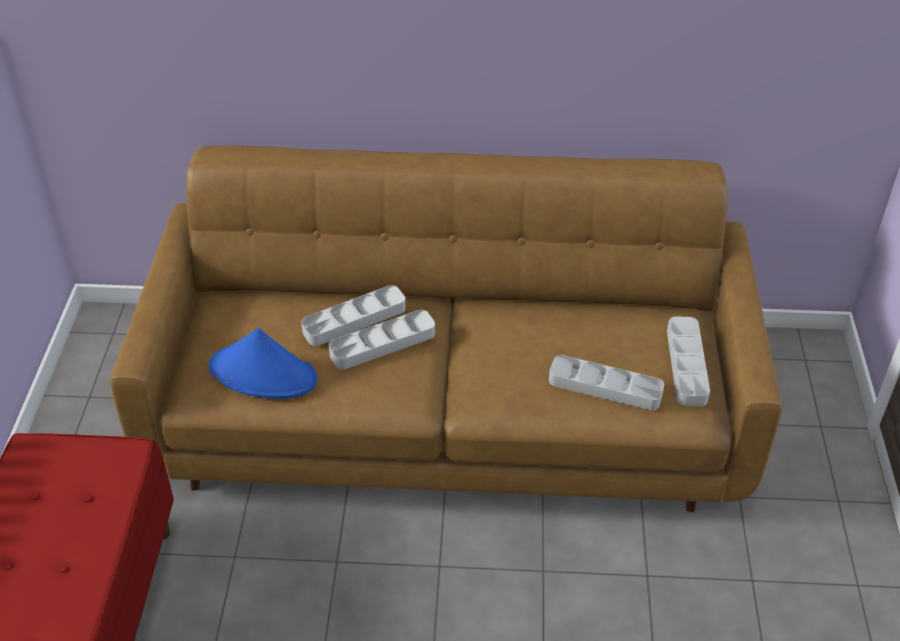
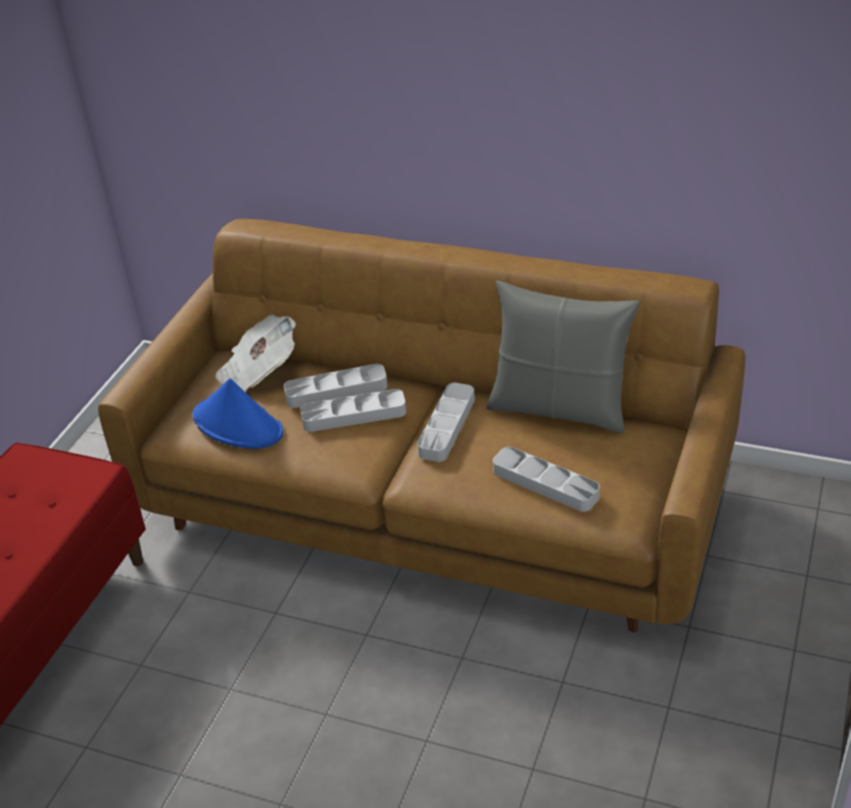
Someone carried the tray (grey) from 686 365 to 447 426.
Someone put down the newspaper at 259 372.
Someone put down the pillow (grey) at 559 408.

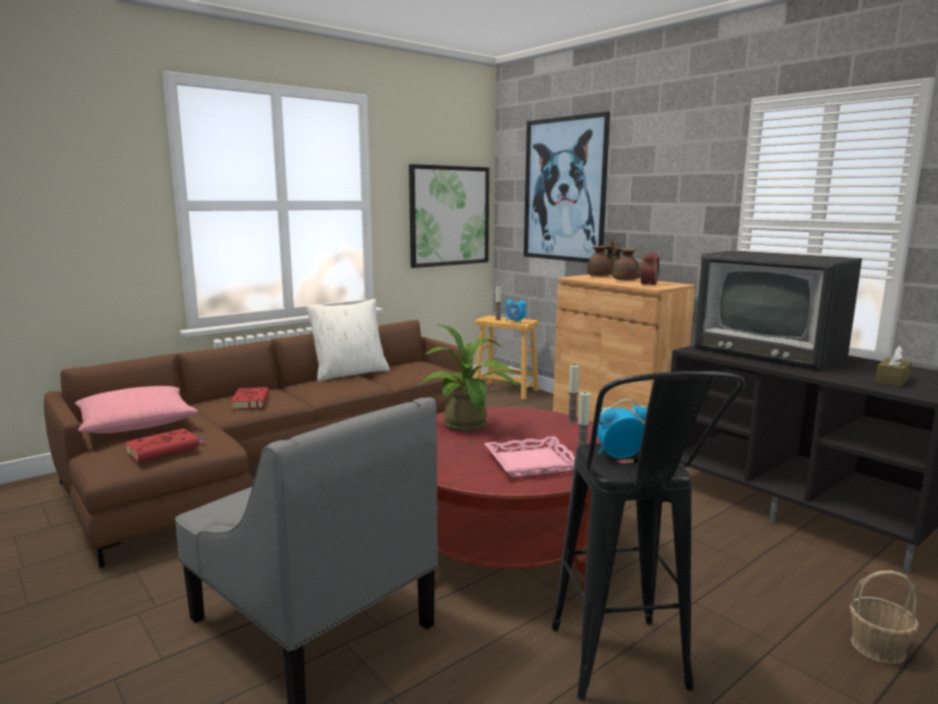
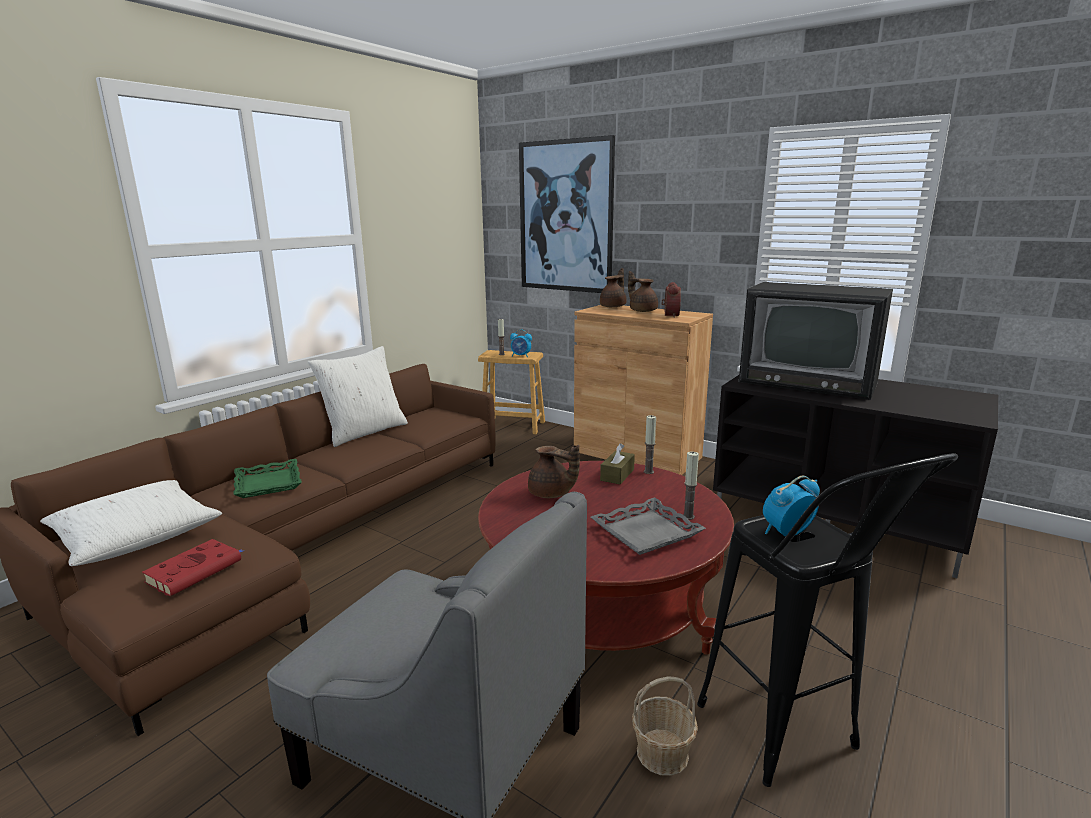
Someone repainted the pillow (pink) at 136 424, which became the pillow (white) at 136 536.
Someone swapped the book (red) at 250 401 for the tray (green) at 267 483.
Someone took away the picture at 449 216.
Someone swapped the potted plant at 468 427 for the teapot (brown) at 551 494.
Someone repainted the tray (pink) at 532 462, which became the tray (grey) at 646 532.
Someone carried the basket from 878 647 to 663 753.
Someone carried the tissue box (brown) from 892 380 to 617 475.

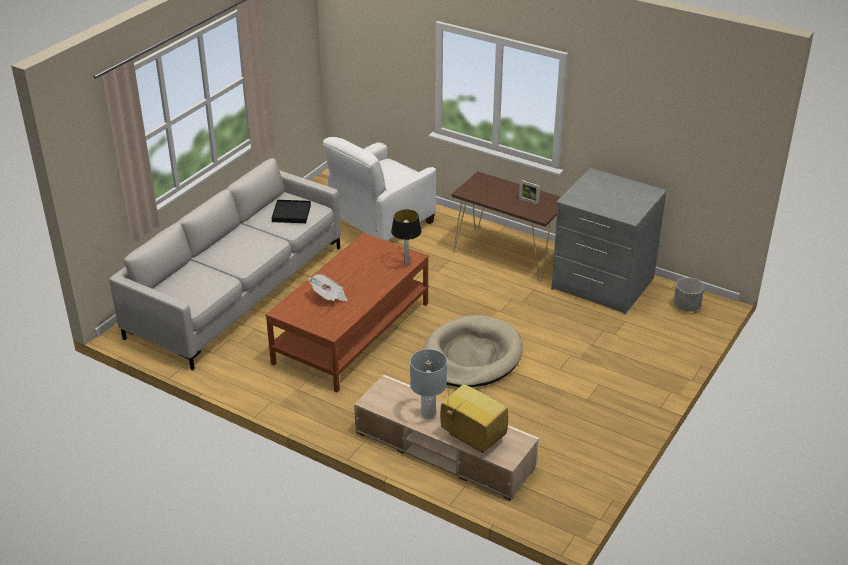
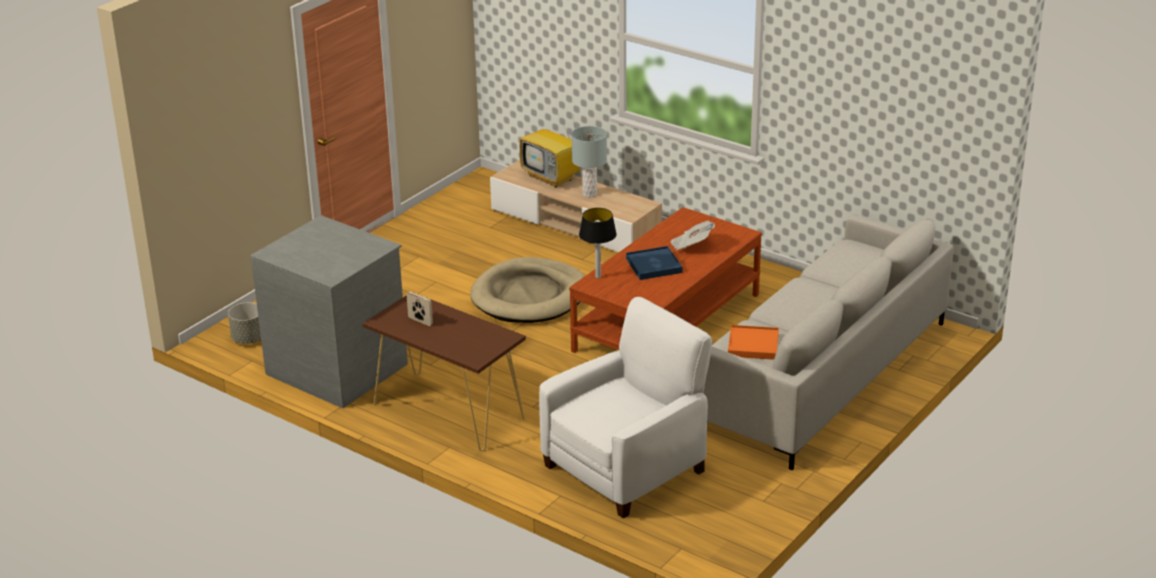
Someone repainted the tray (black) at 291 213, which became the tray (orange) at 753 345.
Someone put down the tray (blue) at 653 266.

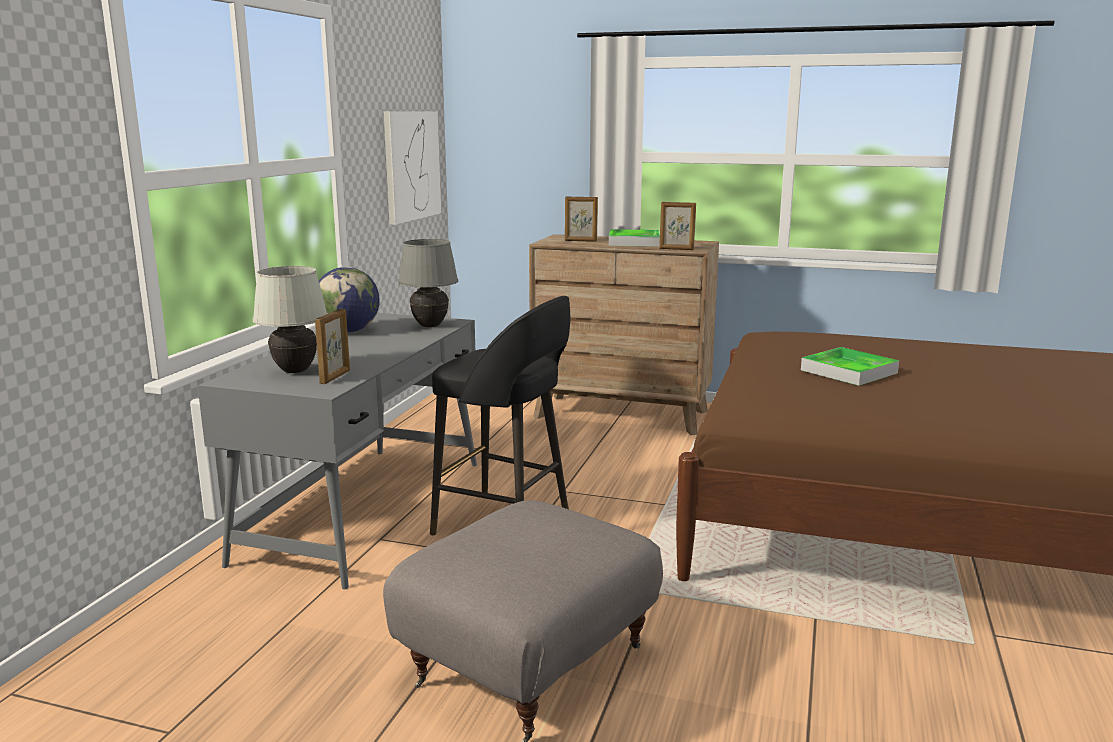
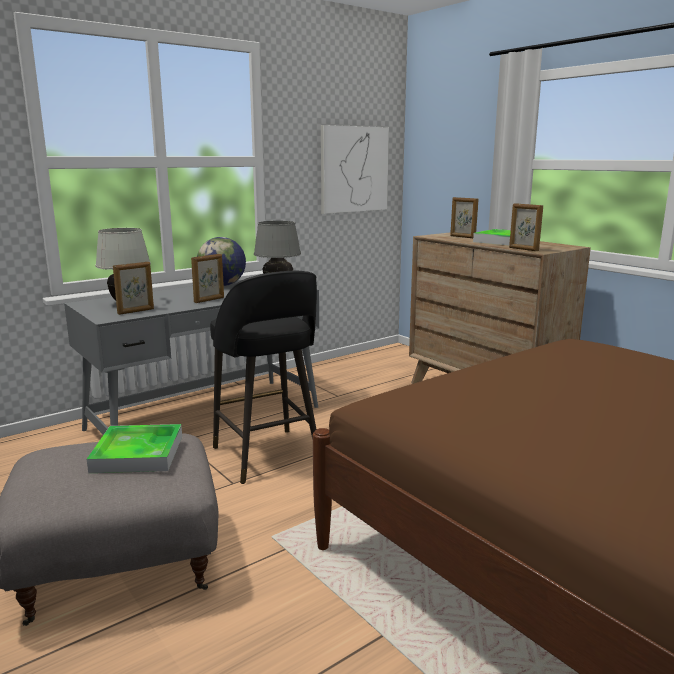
Someone carried the tray from 849 371 to 138 454.
Someone put down the picture frame at 209 300.

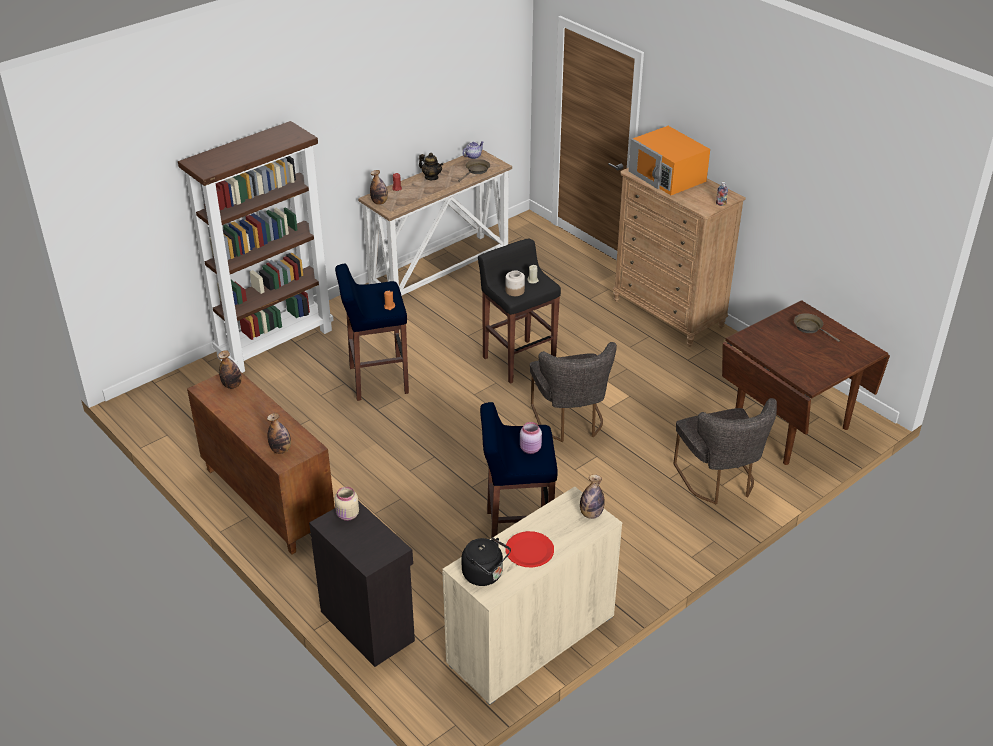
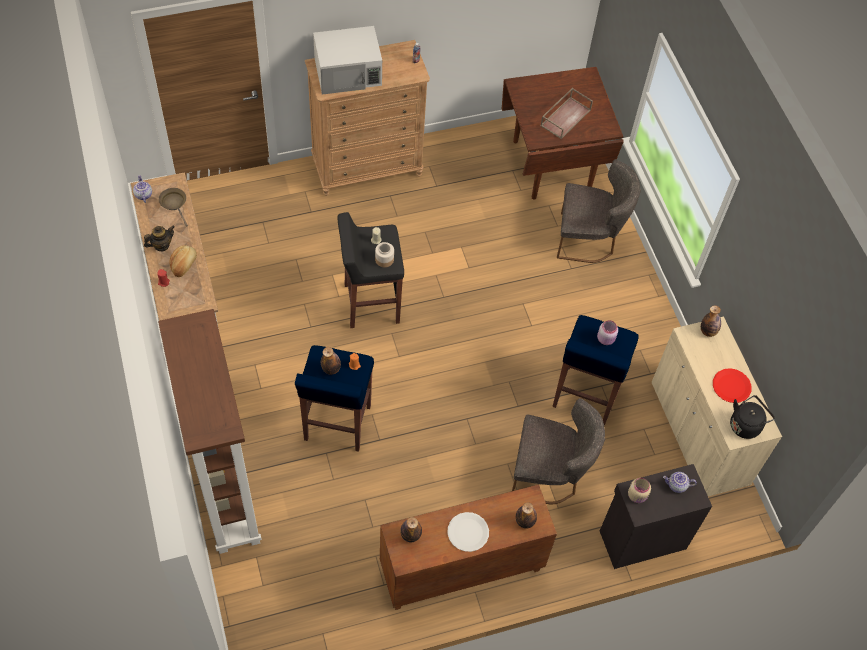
Someone carried the bottle from 379 202 to 331 369.
Someone carried the chair (grey) from 570 422 to 549 474.
Someone repainted the microwave (orange) at 667 176, which became the microwave (white) at 348 72.
Someone took away the frying pan (brown) at 810 328.
Someone put down the bread at 184 264.
Someone put down the plate (white) at 468 532.
Someone put down the tray (brown) at 565 117.
Someone put down the teapot at 676 486.

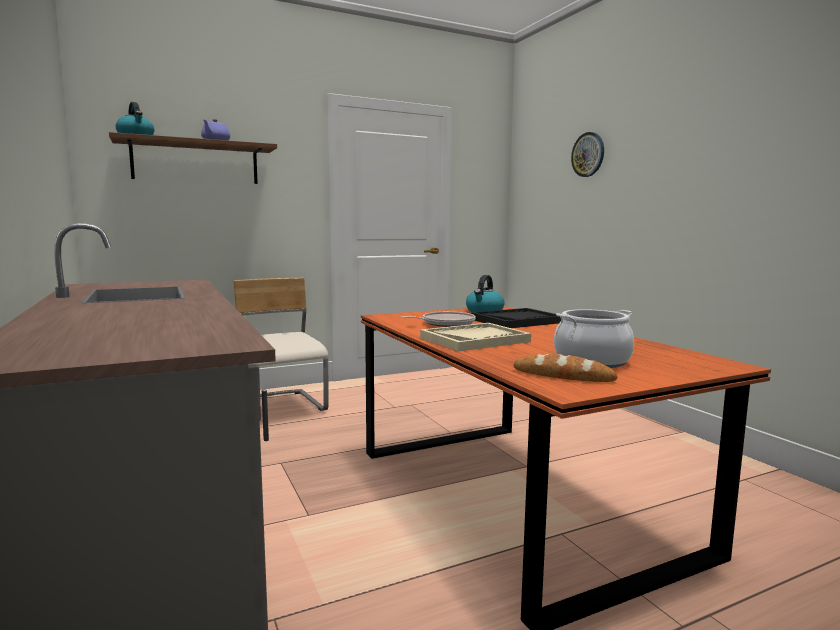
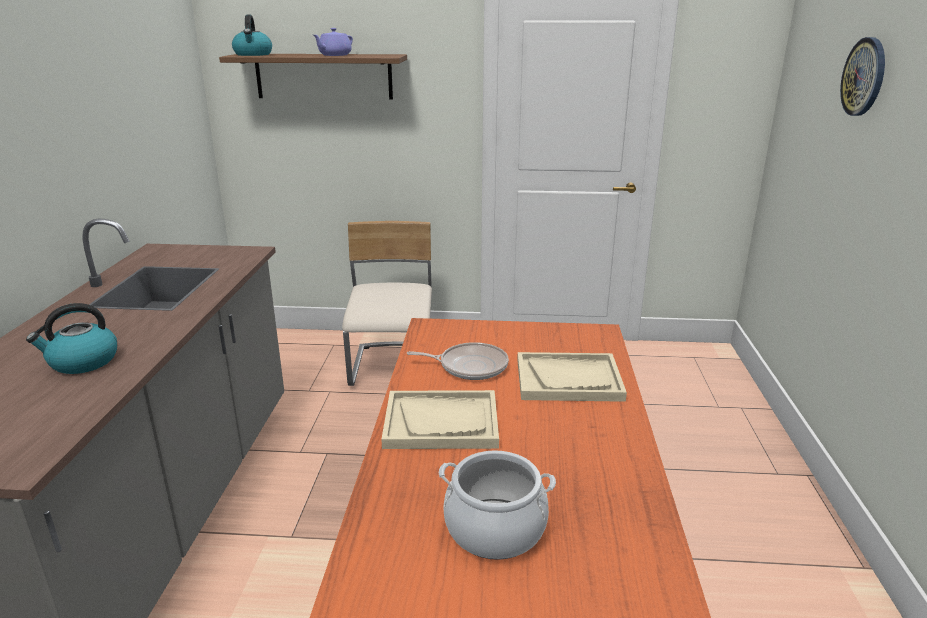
Someone carried the kettle from 484 311 to 82 362.
Someone repainted the tray (black) at 516 321, which became the tray (beige) at 568 379.
Someone took away the bread at 563 375.

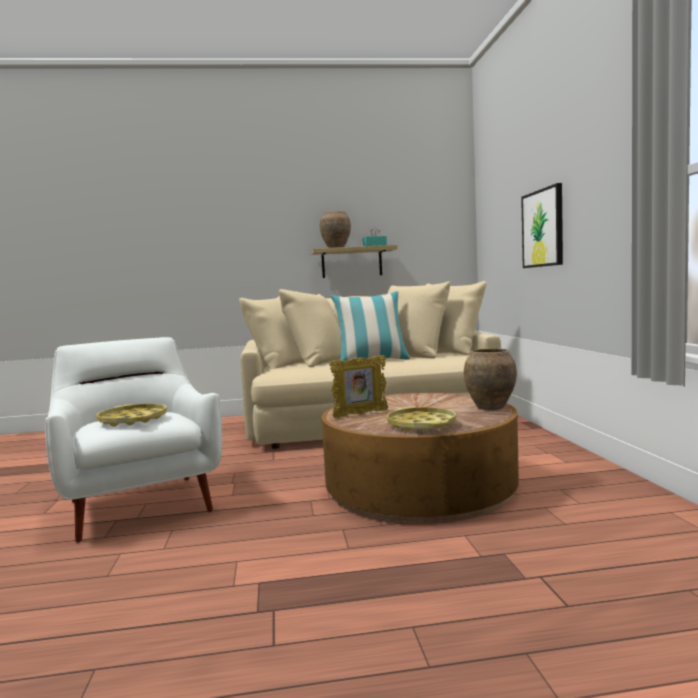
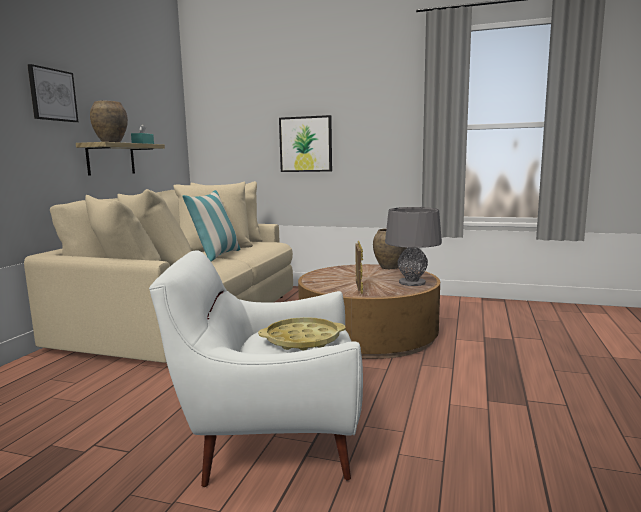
Someone swapped the tray (yellow) at 421 425 for the table lamp (grey) at 412 282.
Someone put up the picture at 52 95.

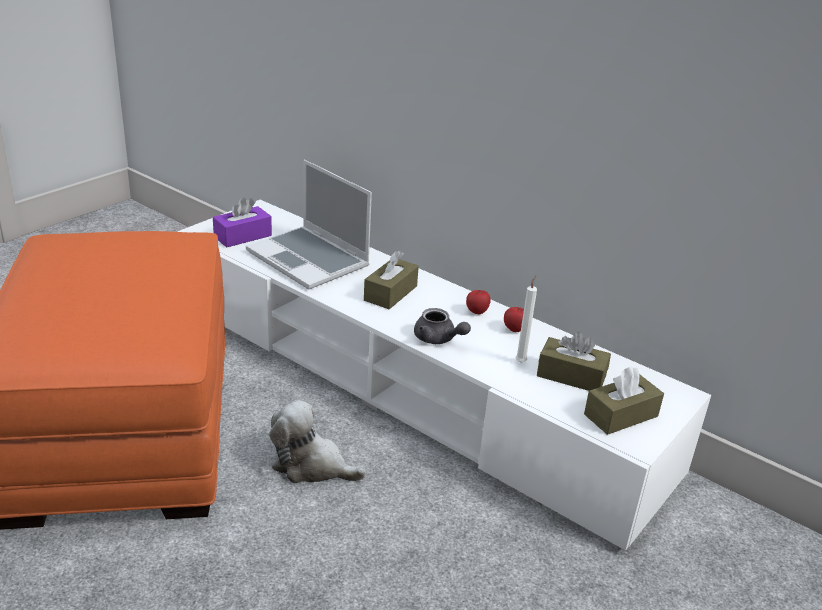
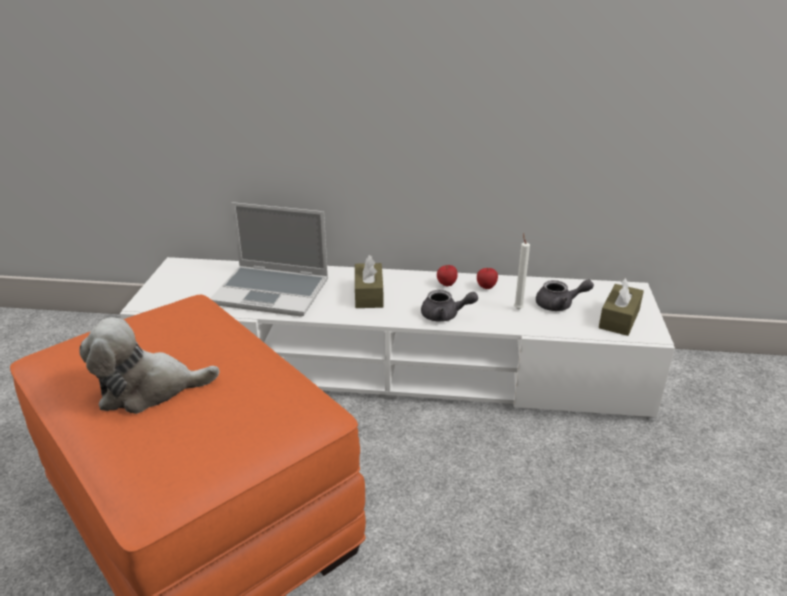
Someone took away the tissue box (purple) at 243 236.
Someone carried the plush toy from 311 465 to 148 389.
Someone swapped the tissue box (brown) at 571 376 for the teapot (grey) at 559 305.

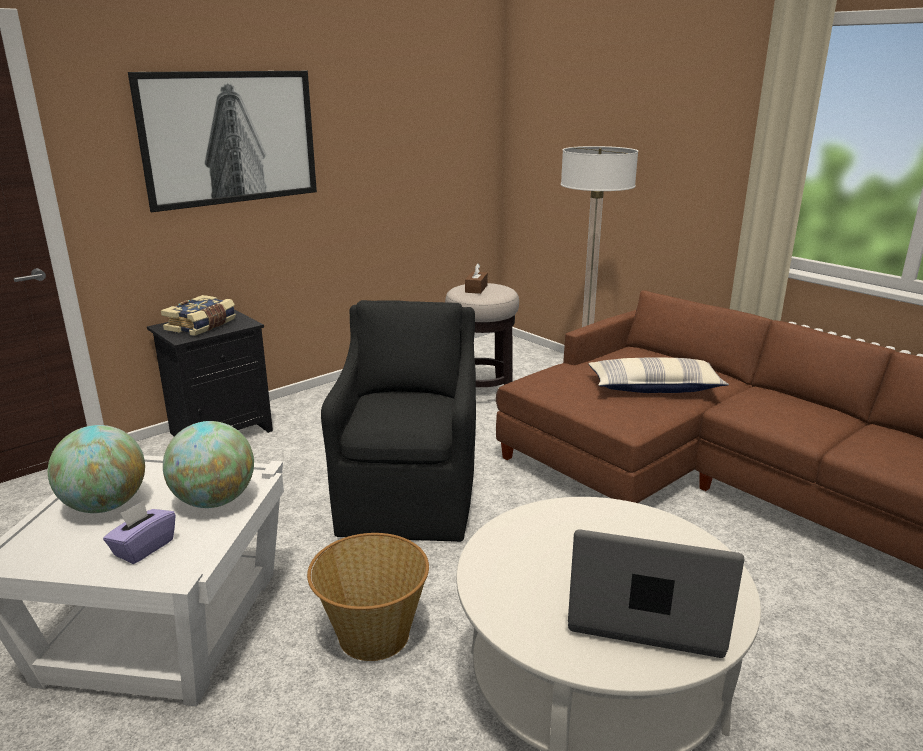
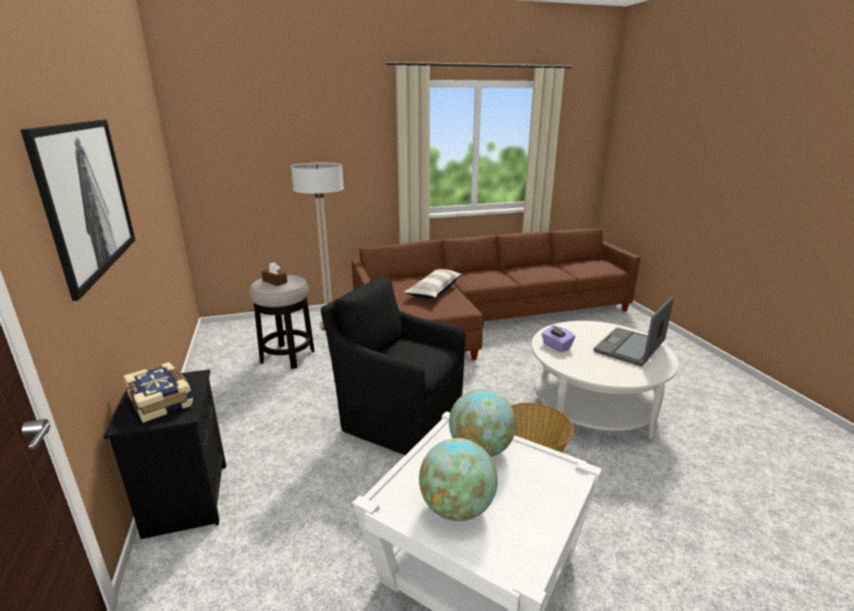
Someone carried the tissue box (purple) from 143 548 to 556 346.

